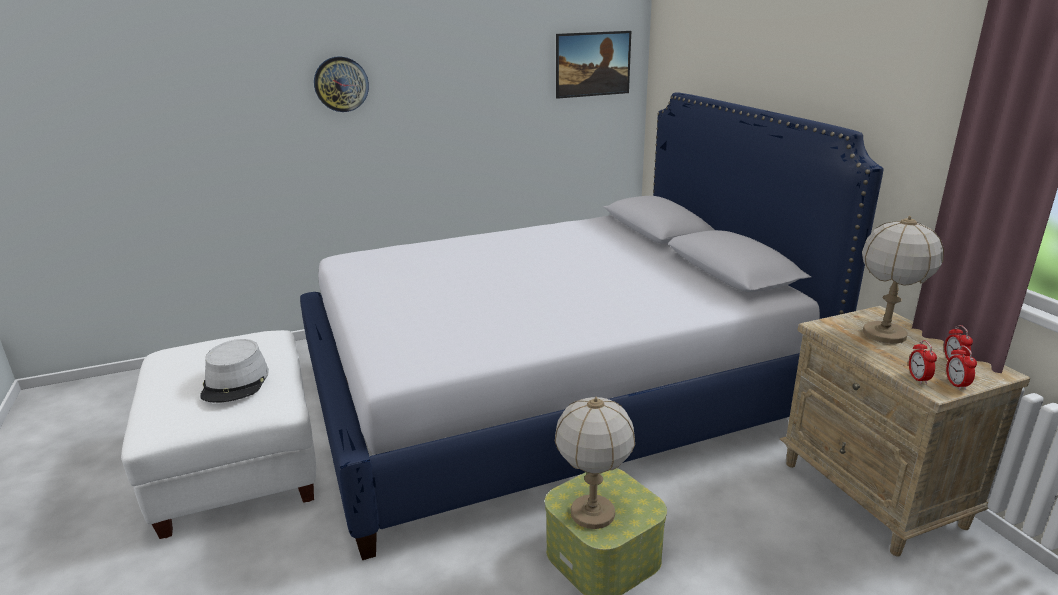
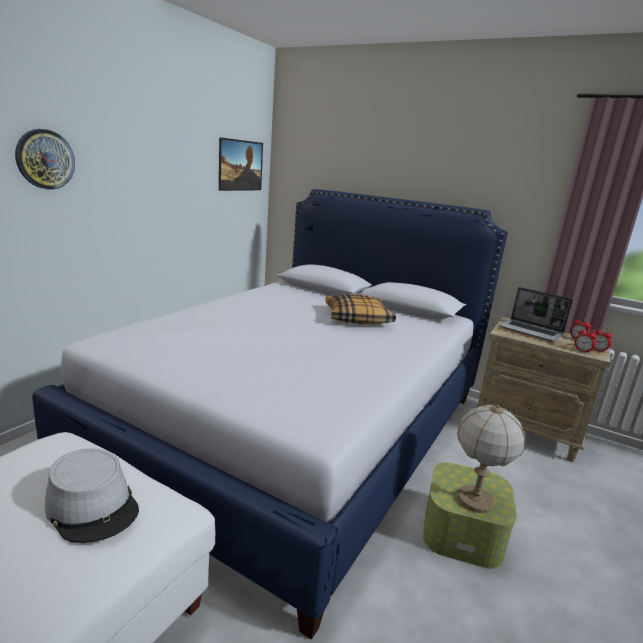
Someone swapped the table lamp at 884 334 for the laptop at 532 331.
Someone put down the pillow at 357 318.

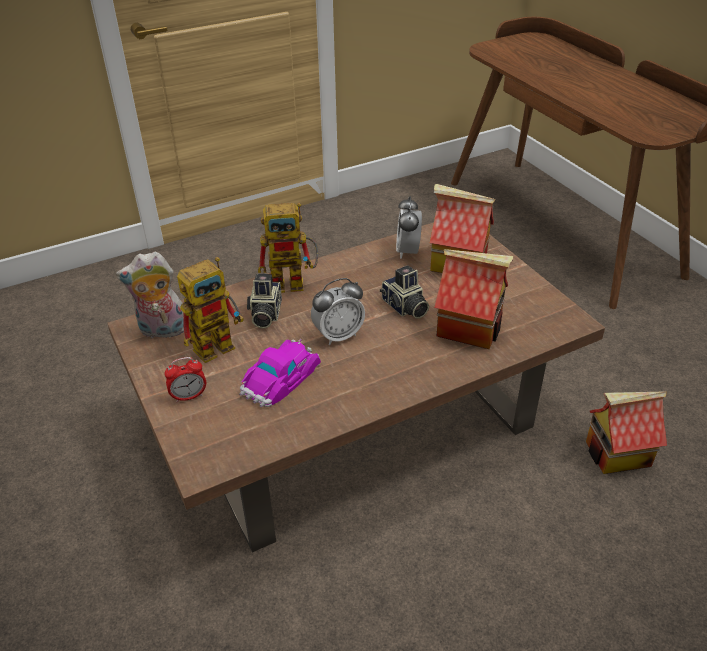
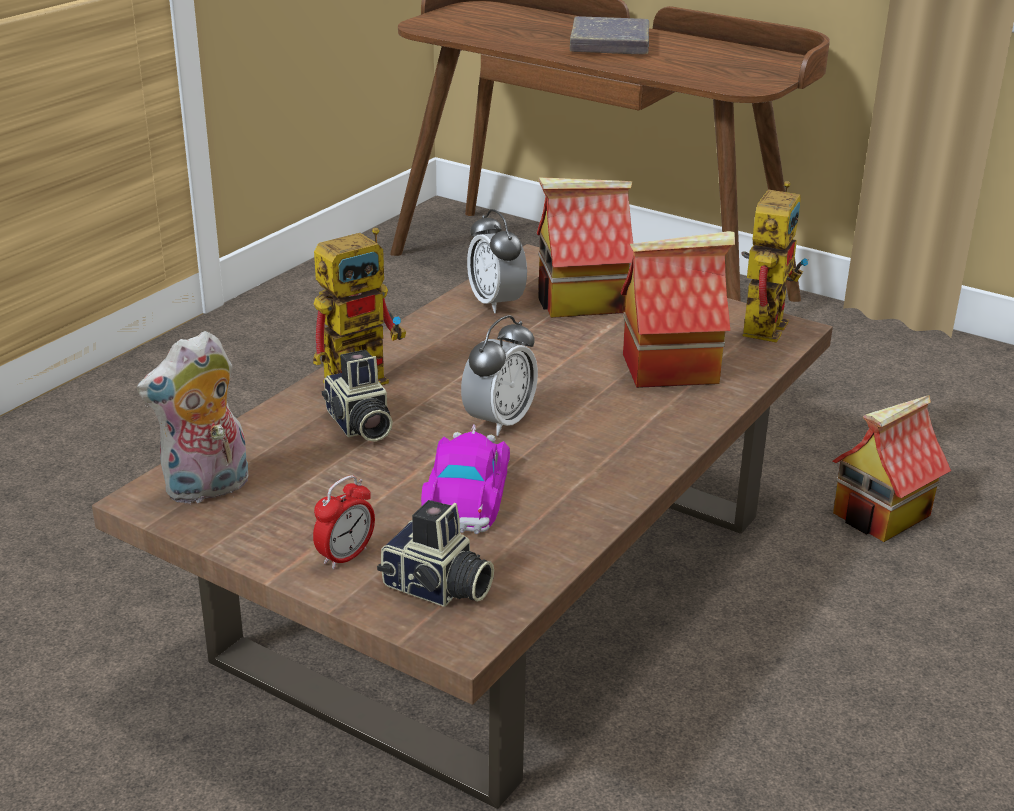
Someone carried the toy robot from 219 343 to 762 322.
Someone carried the photo camera from 404 307 to 436 589.
Someone put down the book (grey) at 609 43.

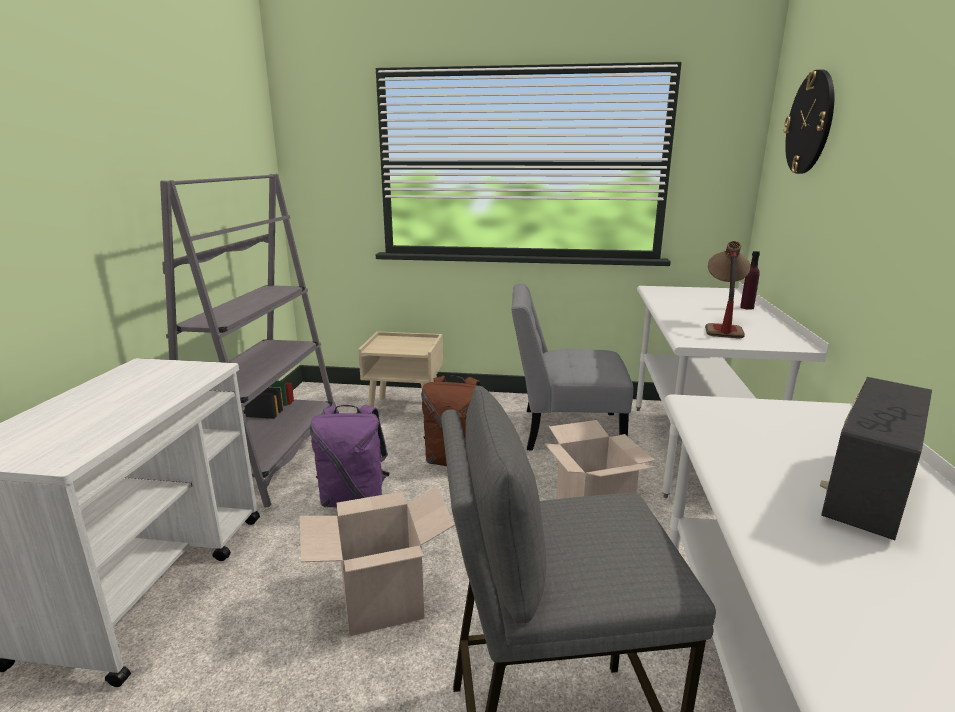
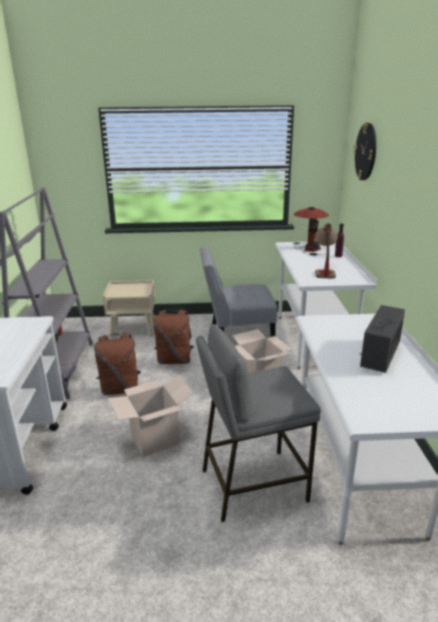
Someone repainted the backpack (purple) at 354 499, which became the backpack (brown) at 120 389.
Someone put down the table lamp at 311 248.

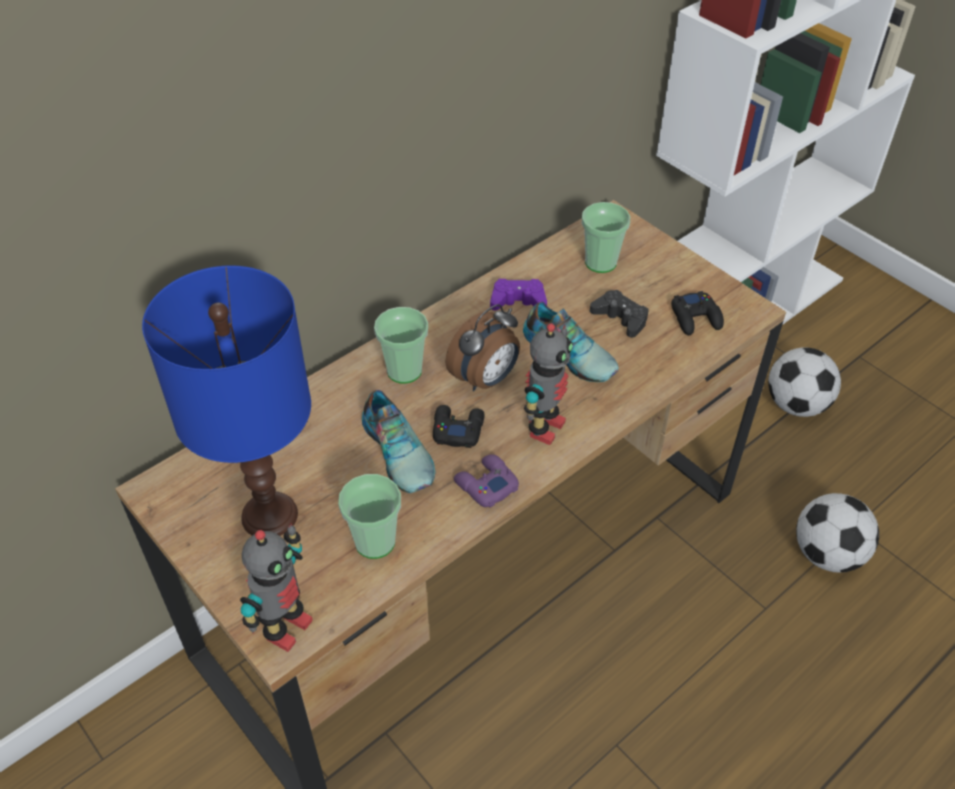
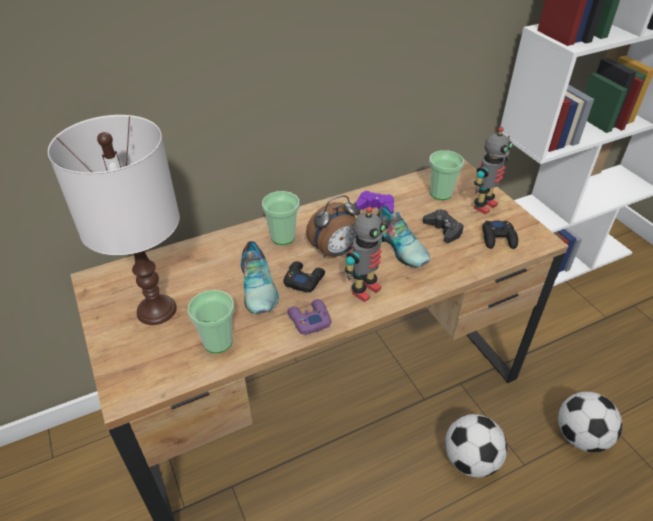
Someone repainted the table lamp (blue) at 270 516, which became the table lamp (white) at 157 310.
Someone carried the toy robot from 286 628 to 483 205.
Someone carried the football from 796 404 to 470 460.

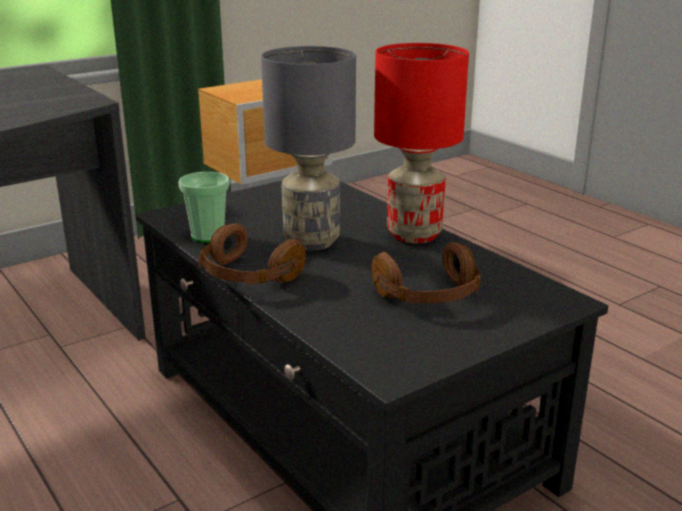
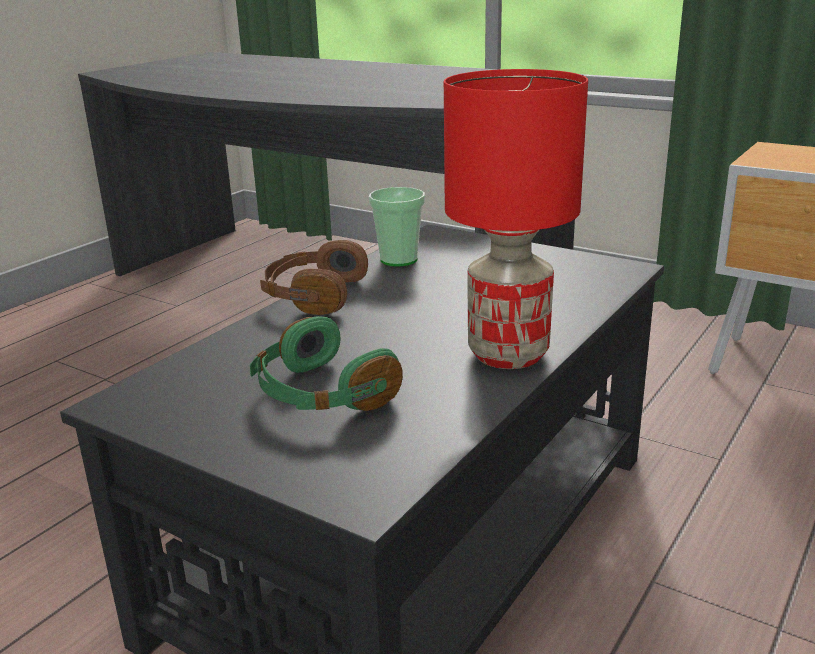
Someone took away the table lamp (grey) at 312 241.
Someone repainted the headphones (brown) at 429 296, which became the headphones (green) at 321 394.

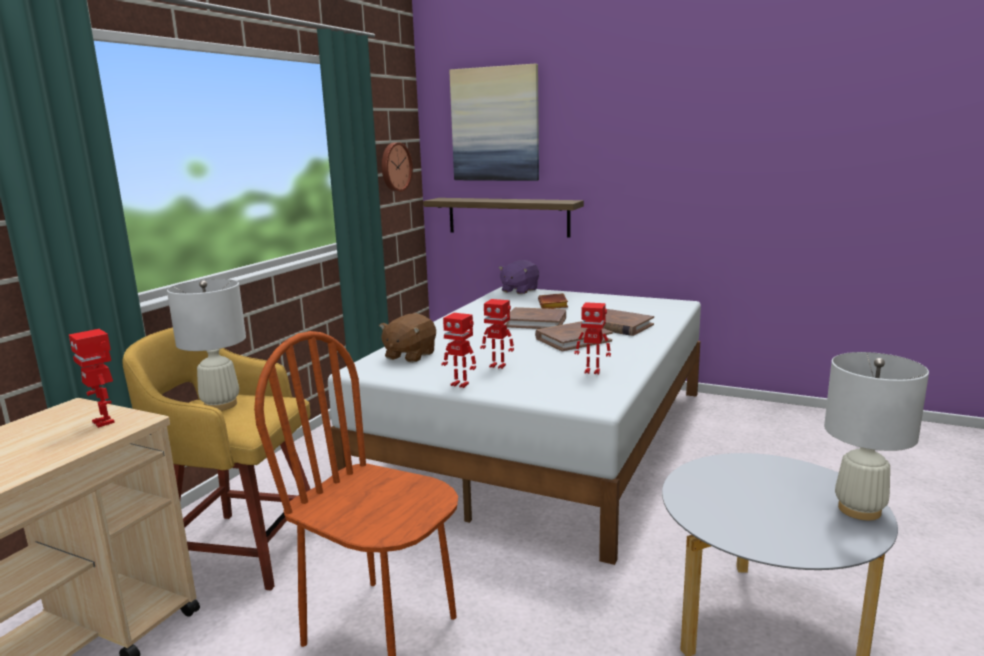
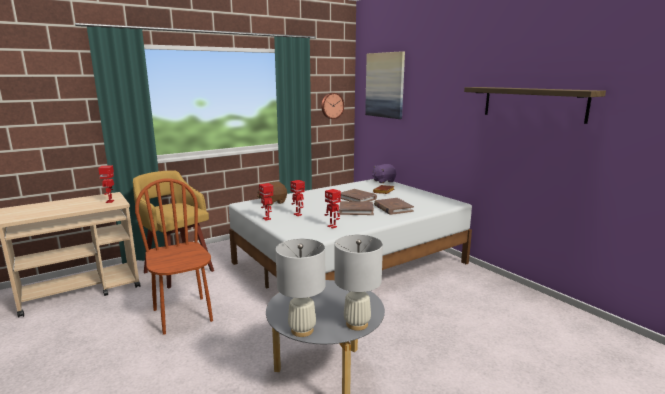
Someone carried the table lamp (white) from 220 405 to 302 330.
Someone carried the shelf from 508 216 to 533 103.

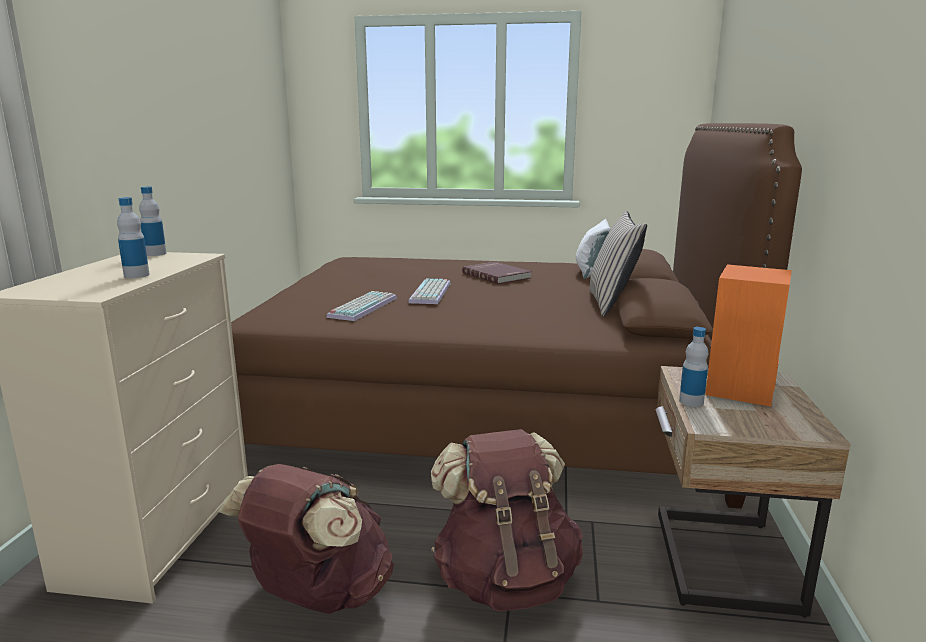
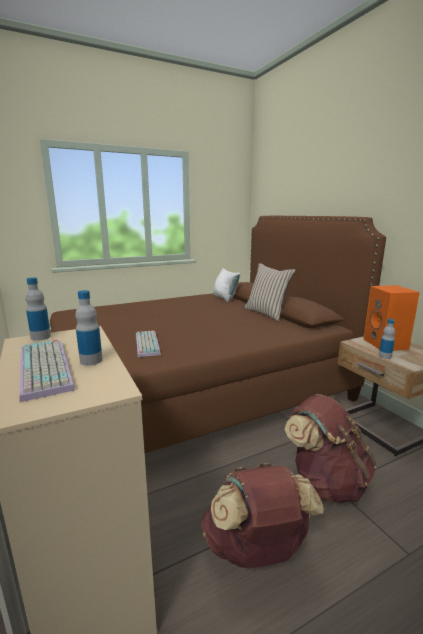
Someone carried the keyboard from 432 293 to 47 368.
Someone took away the book (red) at 497 275.

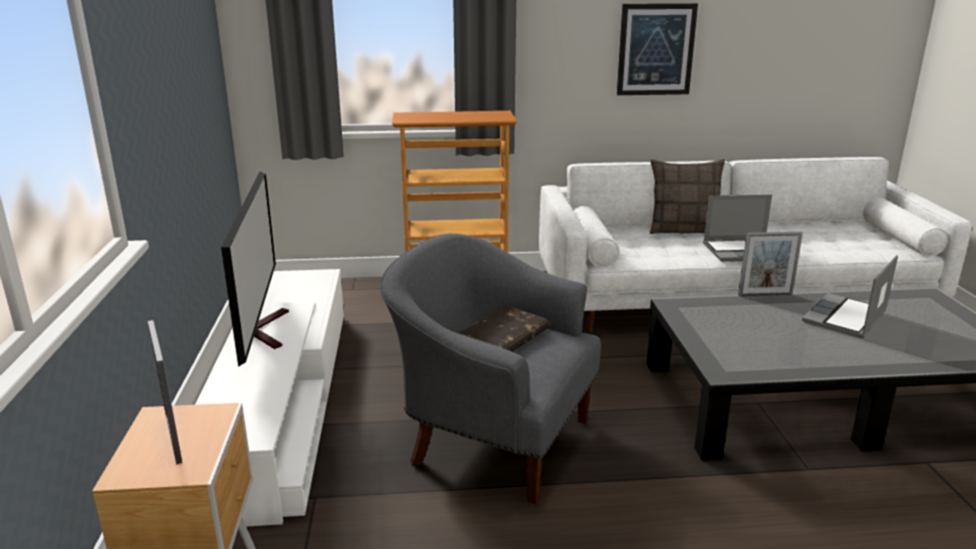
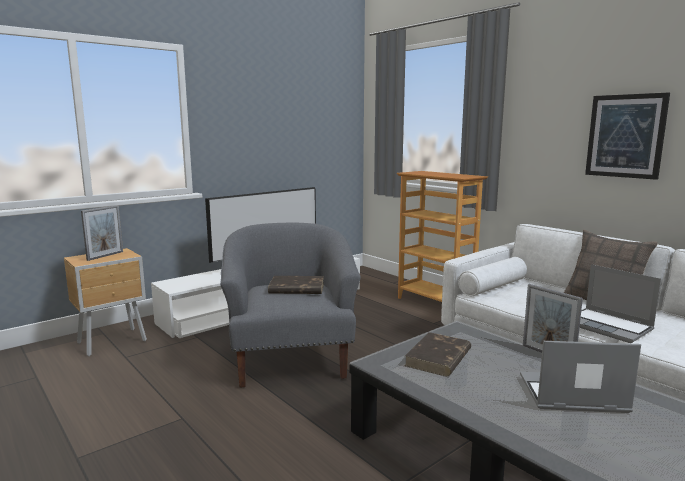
Someone put down the book (brown) at 438 358.

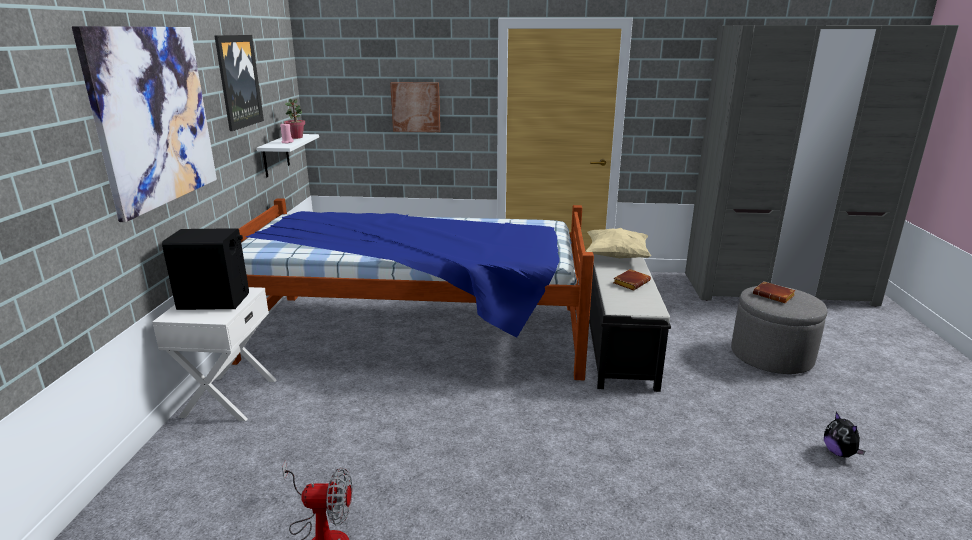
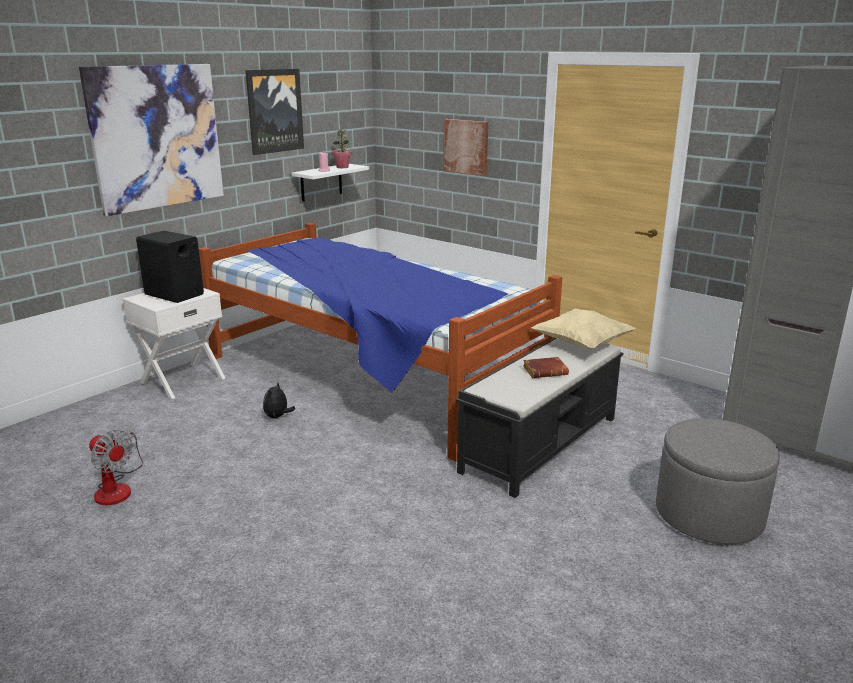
Someone took away the book (brown) at 774 295.
Someone carried the plush toy from 839 453 to 277 417.

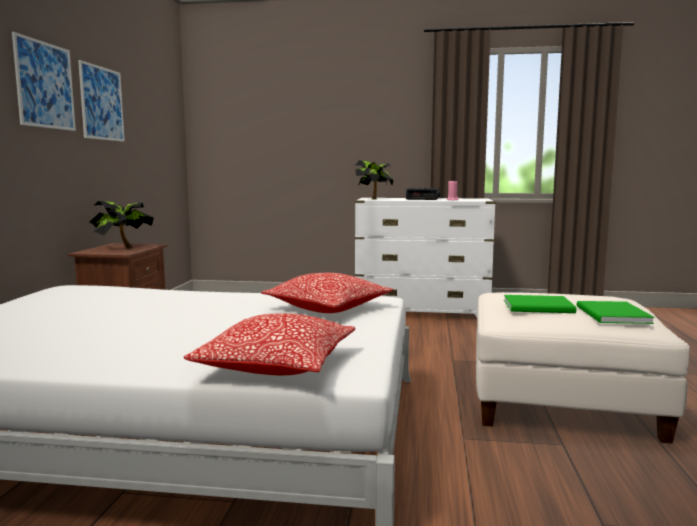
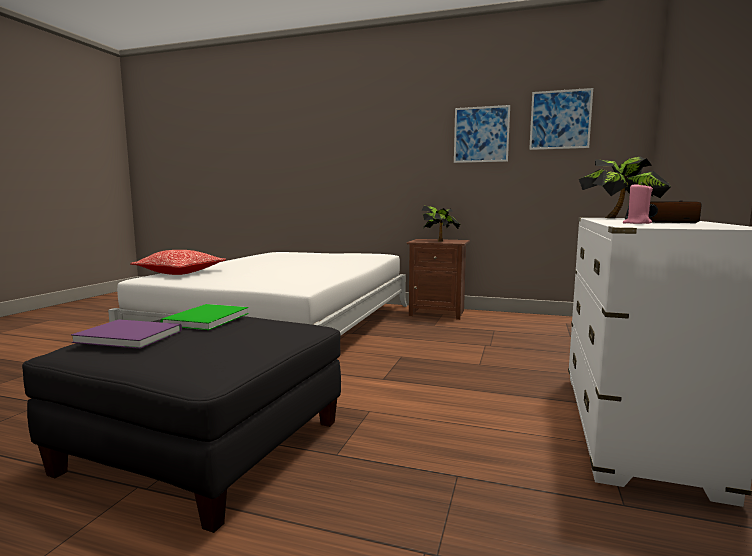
Someone carried the picture from 45 85 to 560 119.
Someone took away the pillow at 328 308.
Someone repainted the ottoman (white) at 562 399, which became the ottoman (black) at 204 446.
Someone repainted the book (green) at 612 315, which became the book (purple) at 128 335.

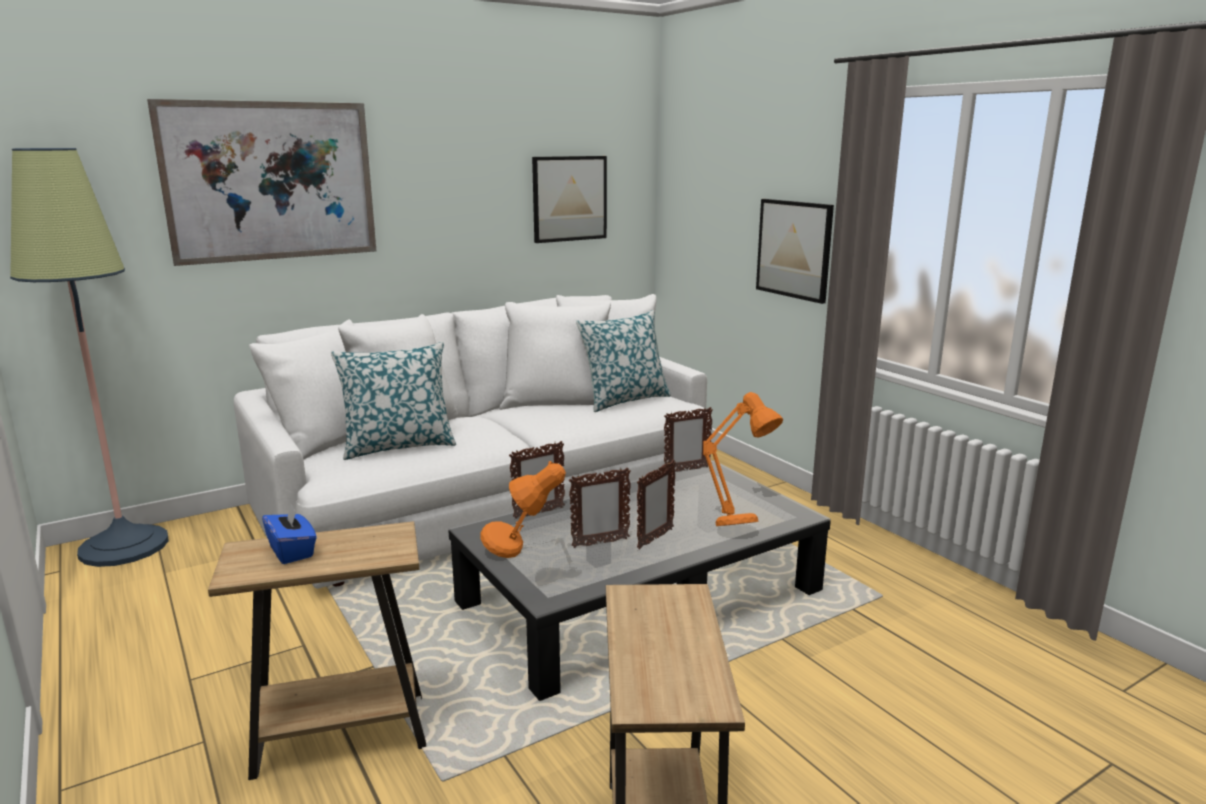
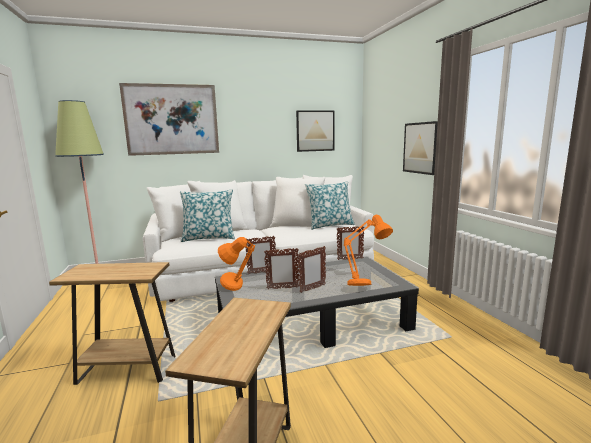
Someone took away the tissue box (blue) at 292 551.

